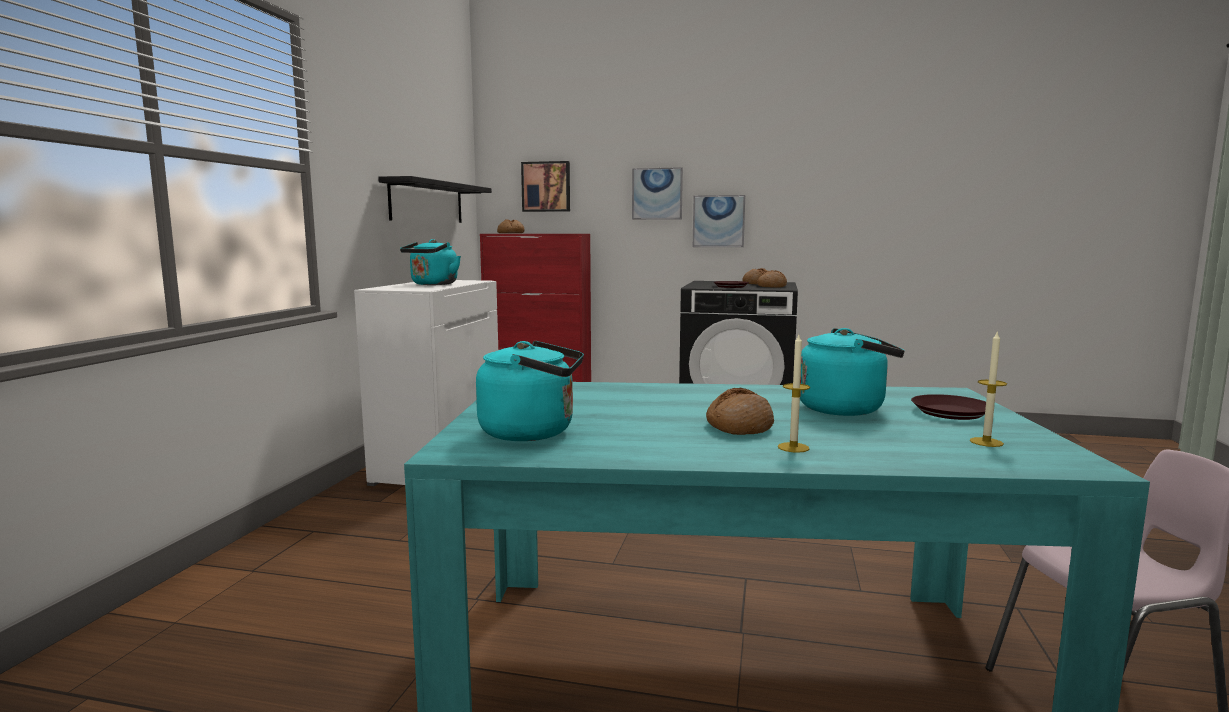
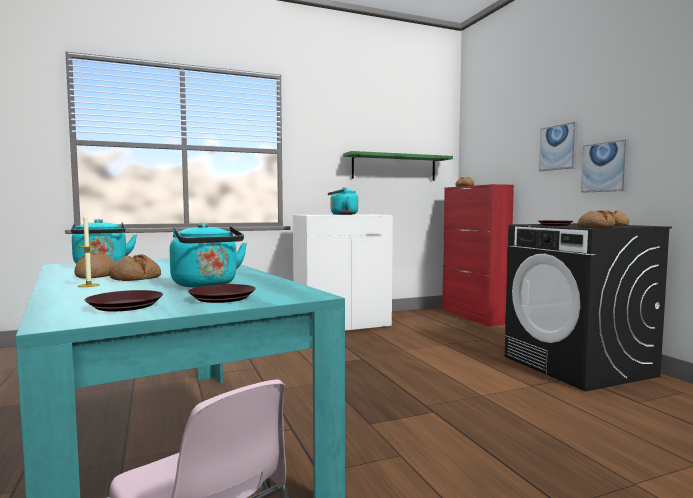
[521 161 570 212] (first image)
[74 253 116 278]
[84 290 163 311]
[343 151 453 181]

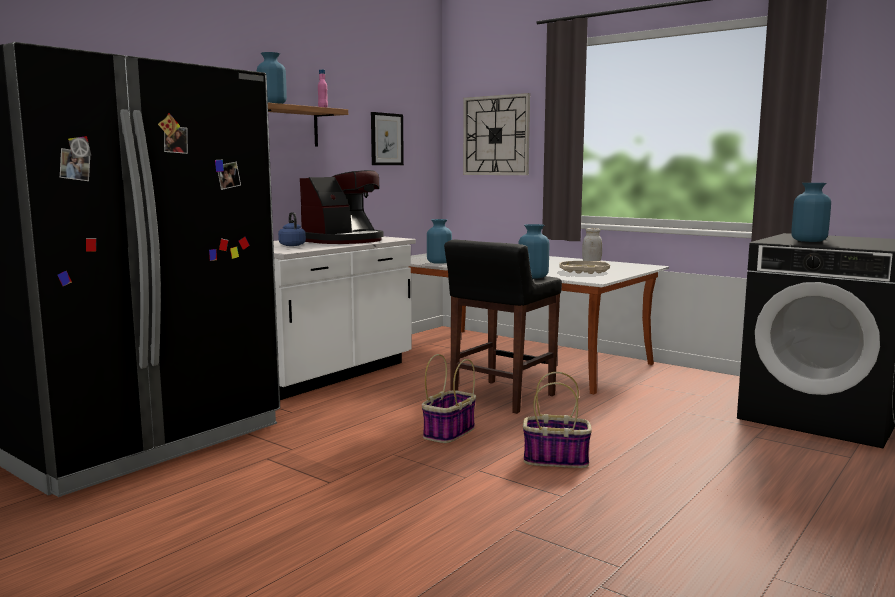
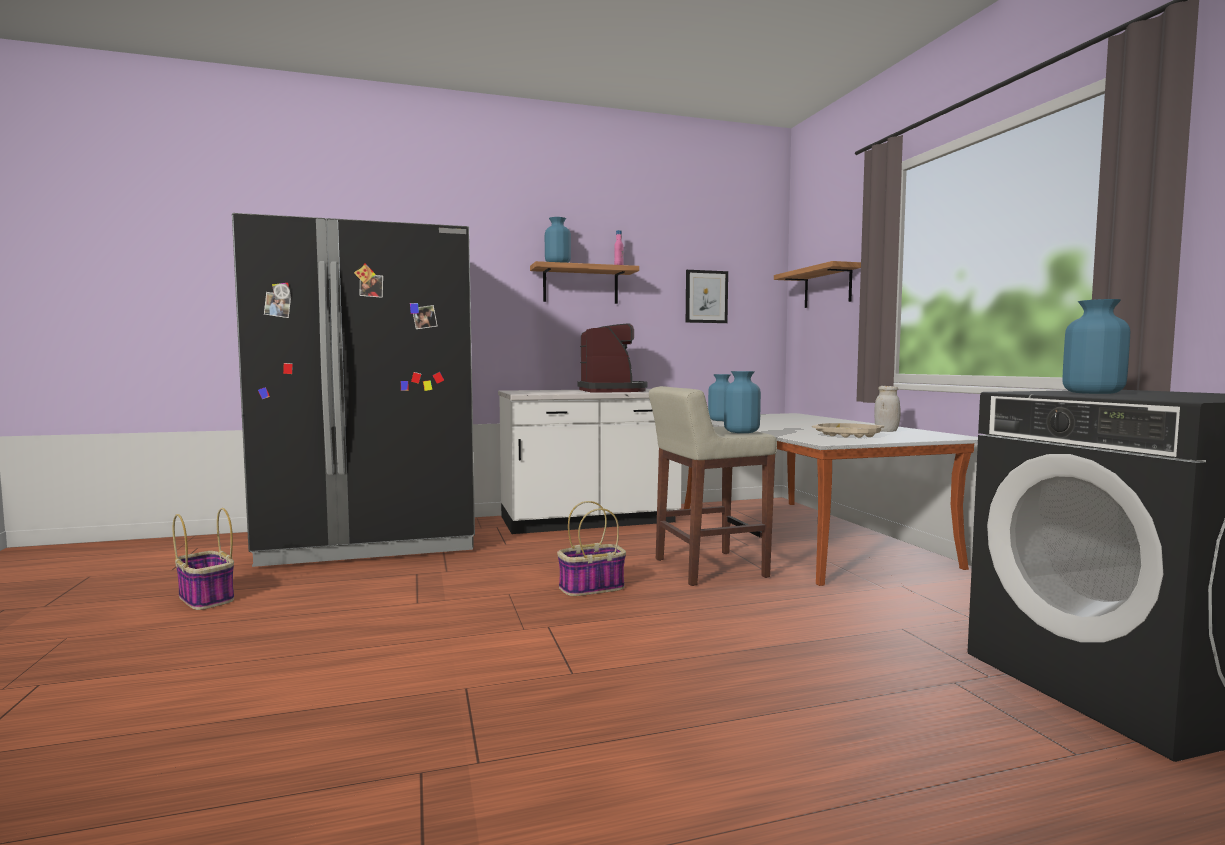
[278 212 306 246] (first image)
[173 508 234 610]
[774 261 861 308]
[649 386 777 586]
[577 323 647 393]

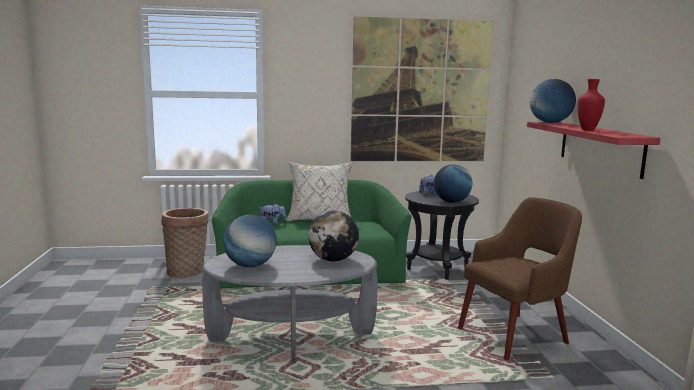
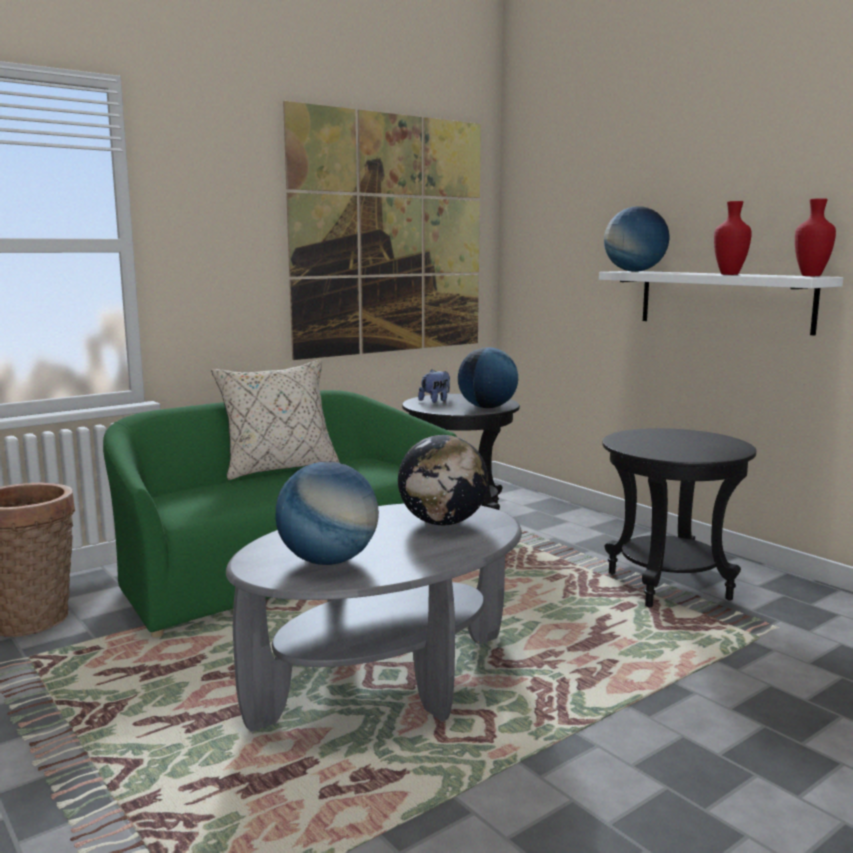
[258 203 286 225] (first image)
[795 198 836 276]
[602 428 756 607]
[599 271 843 336]

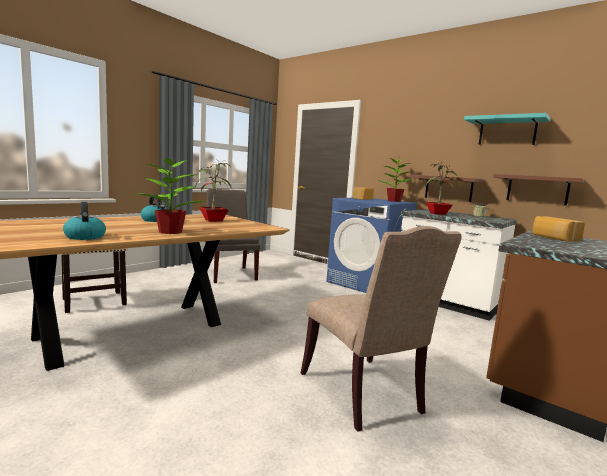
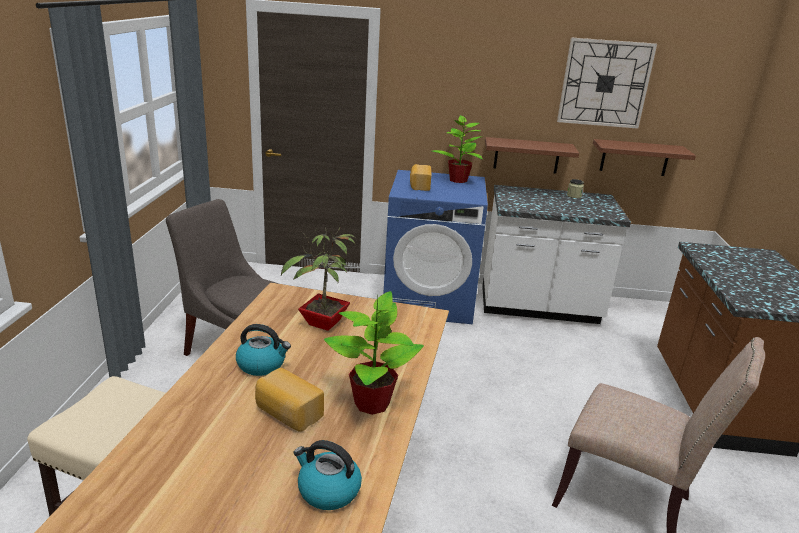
[426 161 461 215] (first image)
[255 368 324 432]
[557 38 657 129]

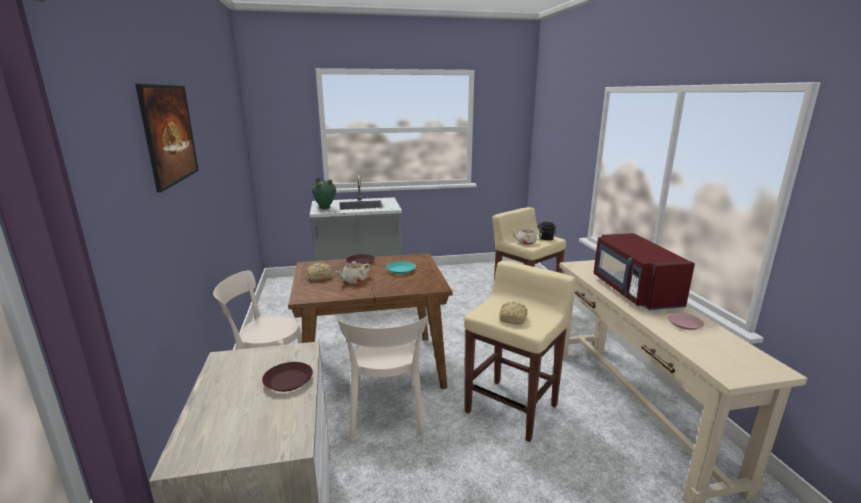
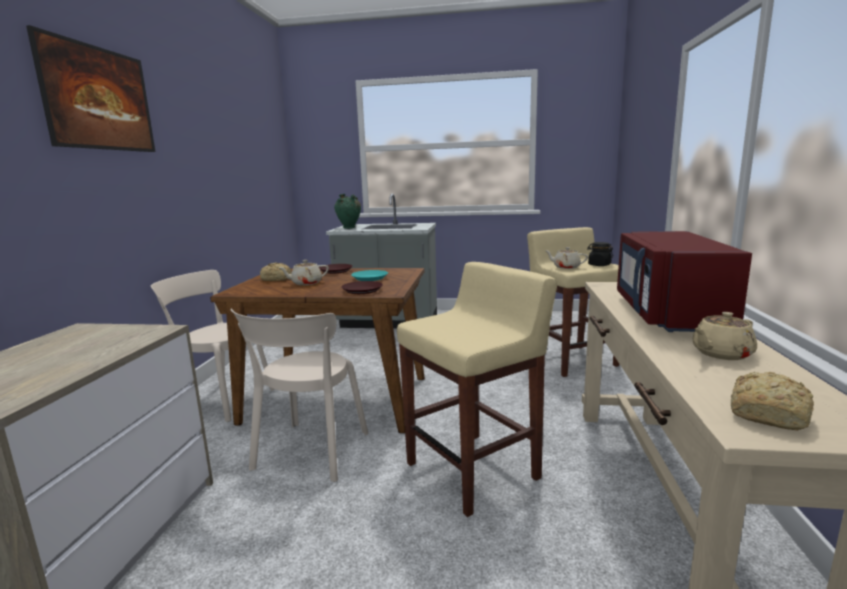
[341 281 383 294]
[731 372 814 431]
[693 312 757 360]

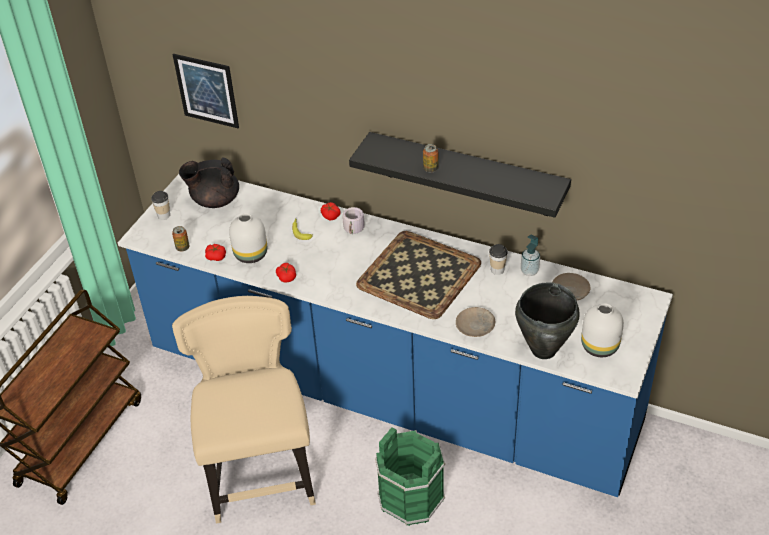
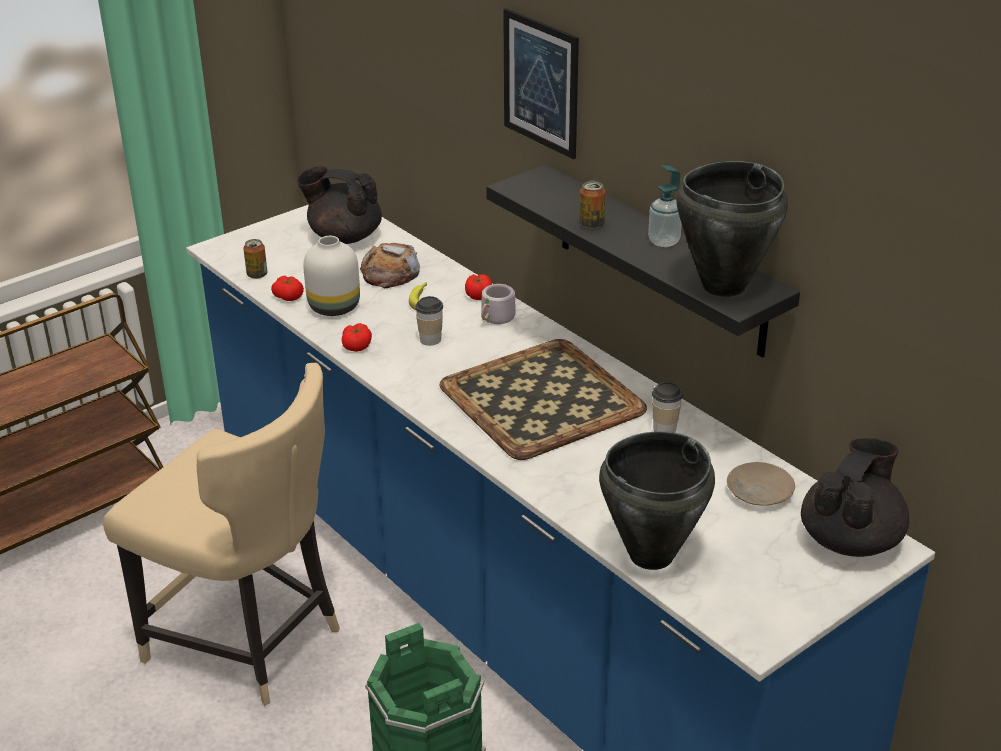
[456 307 495 337] (first image)
[581 303 624 357] (first image)
[360 243 420 288]
[676 161 788 297]
[801 438 909 557]
[415 296 443 346]
[503 8 579 159]
[648 165 682 247]
[103 363 340 706]

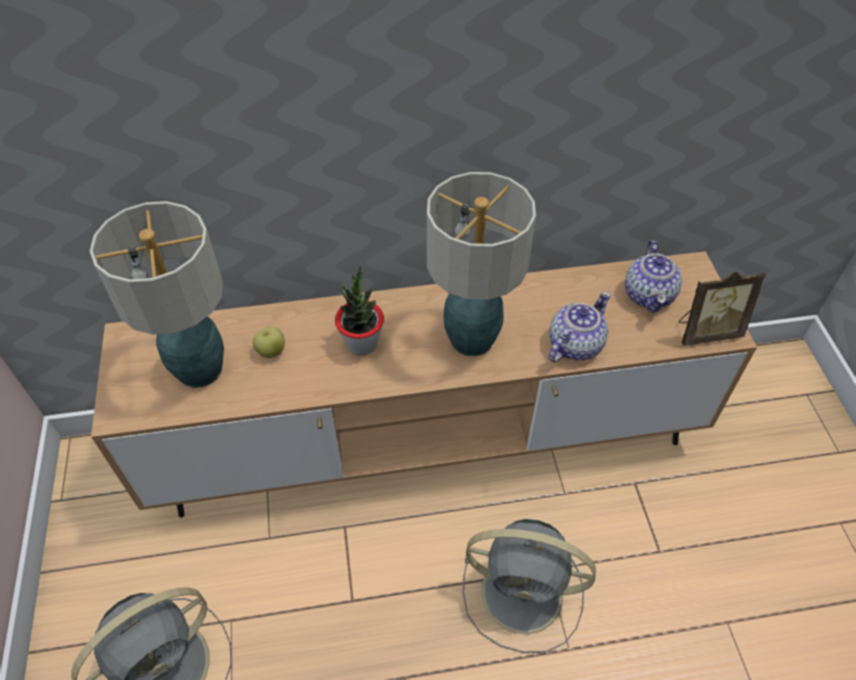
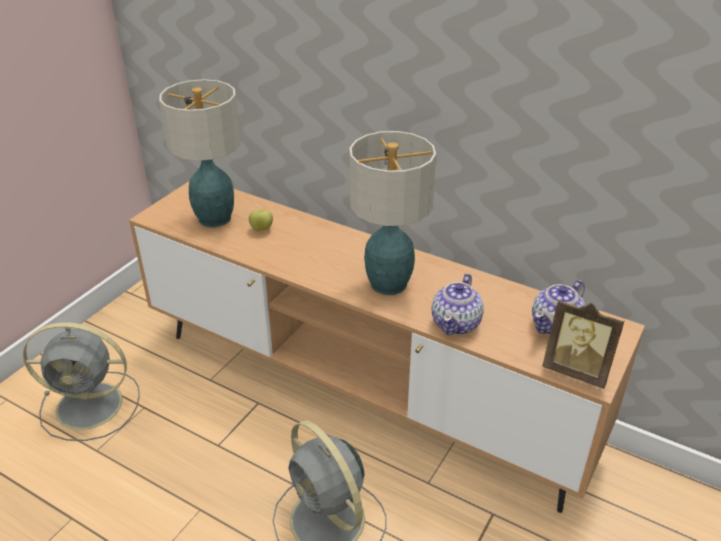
[335 265 384 356] (first image)
[431 273 484 335]

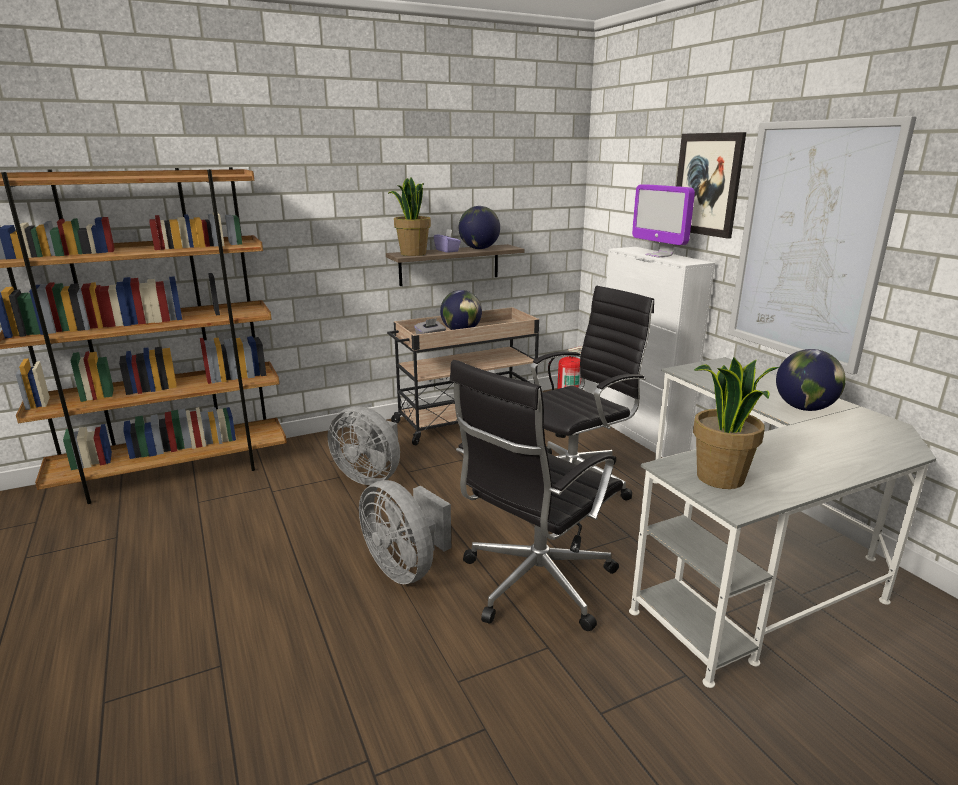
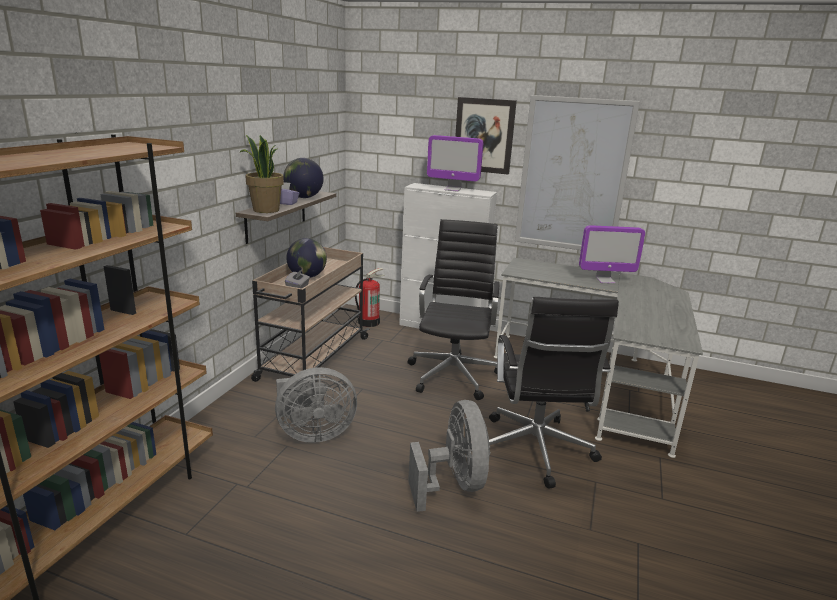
[693 357 779 489] (first image)
[579 225 645 284]
[408 400 490 512]

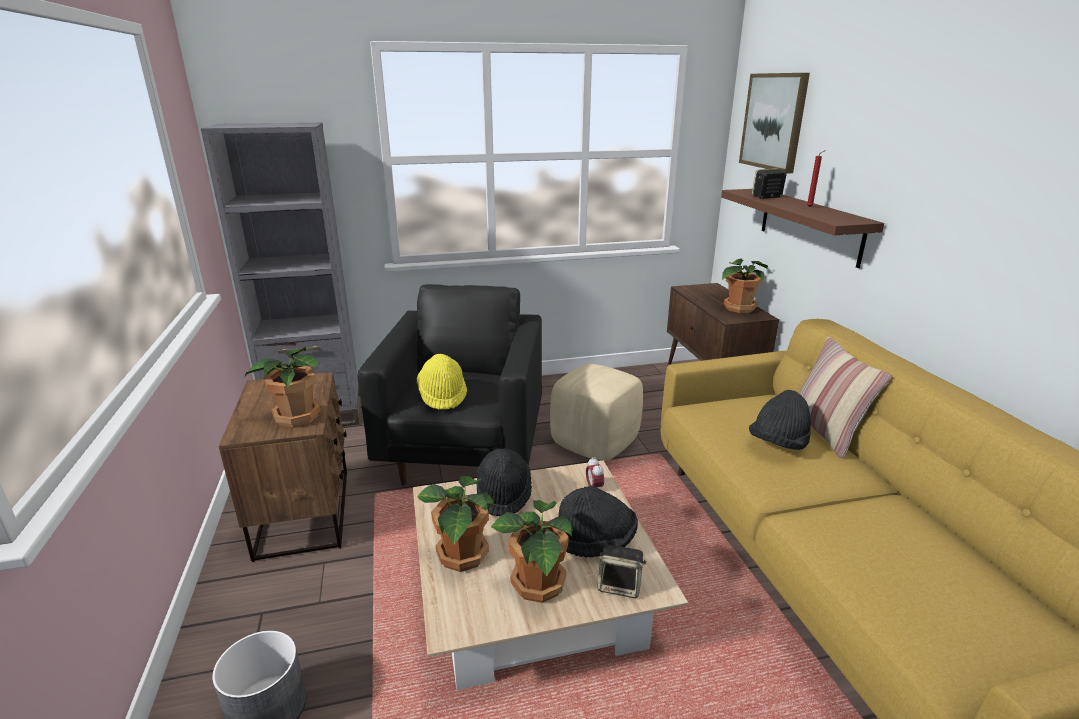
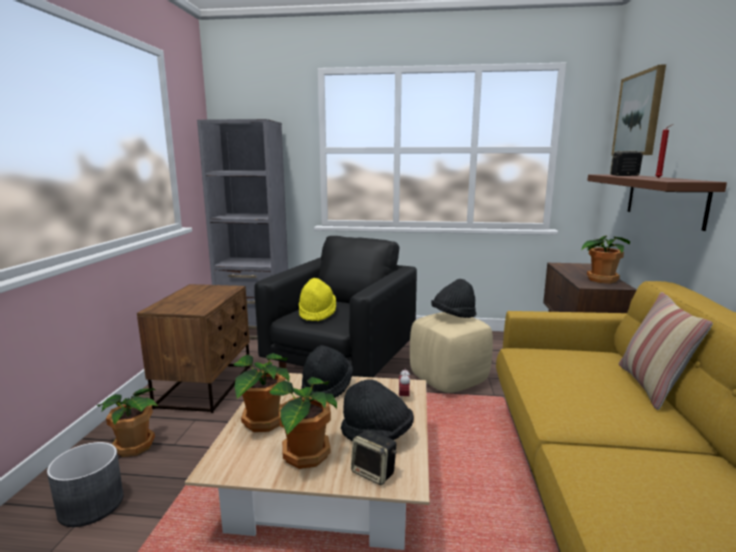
[97 388 158 457]
[431 279 476 318]

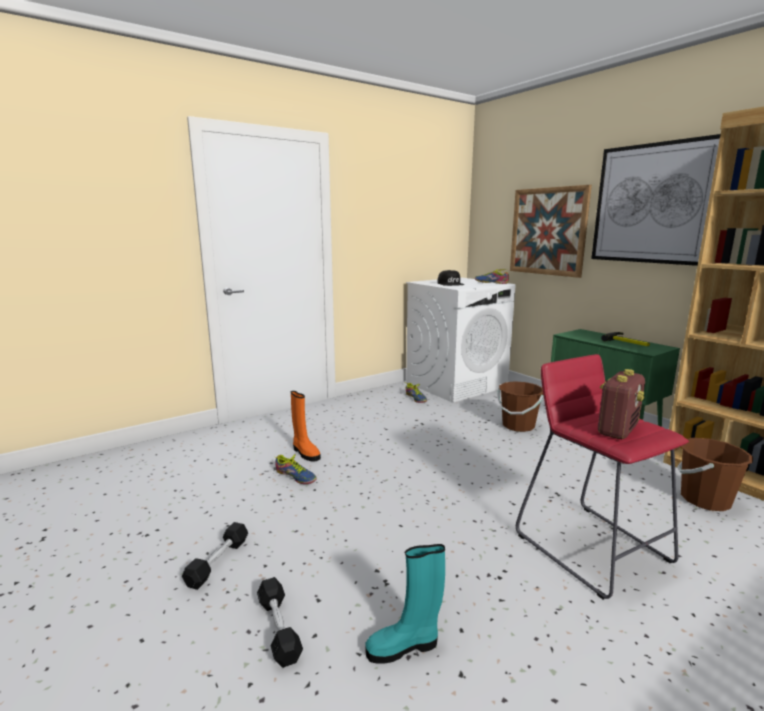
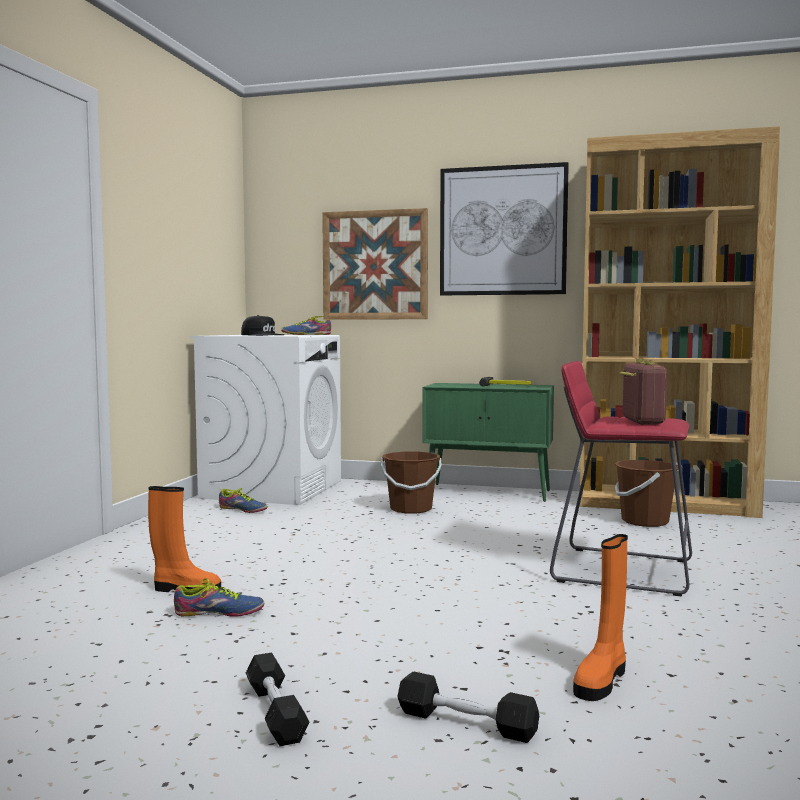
[573 534 628 701]

